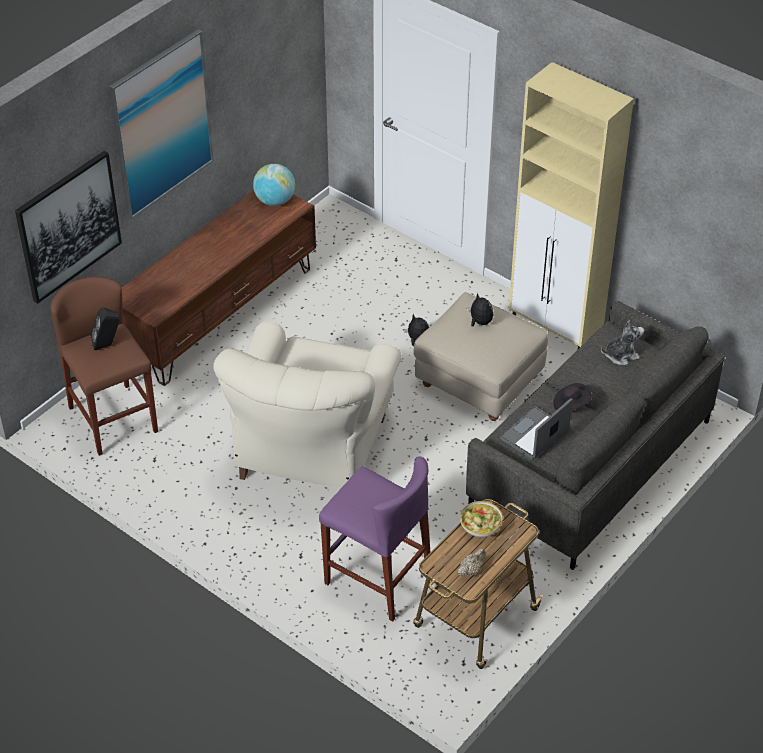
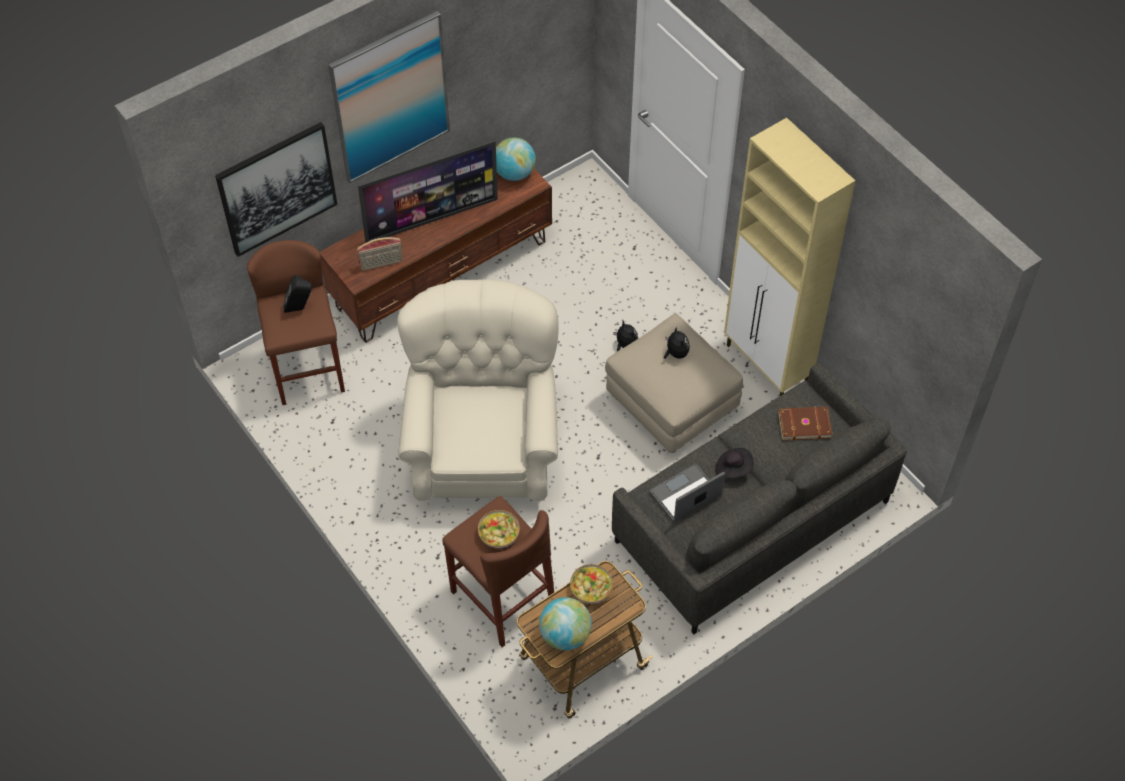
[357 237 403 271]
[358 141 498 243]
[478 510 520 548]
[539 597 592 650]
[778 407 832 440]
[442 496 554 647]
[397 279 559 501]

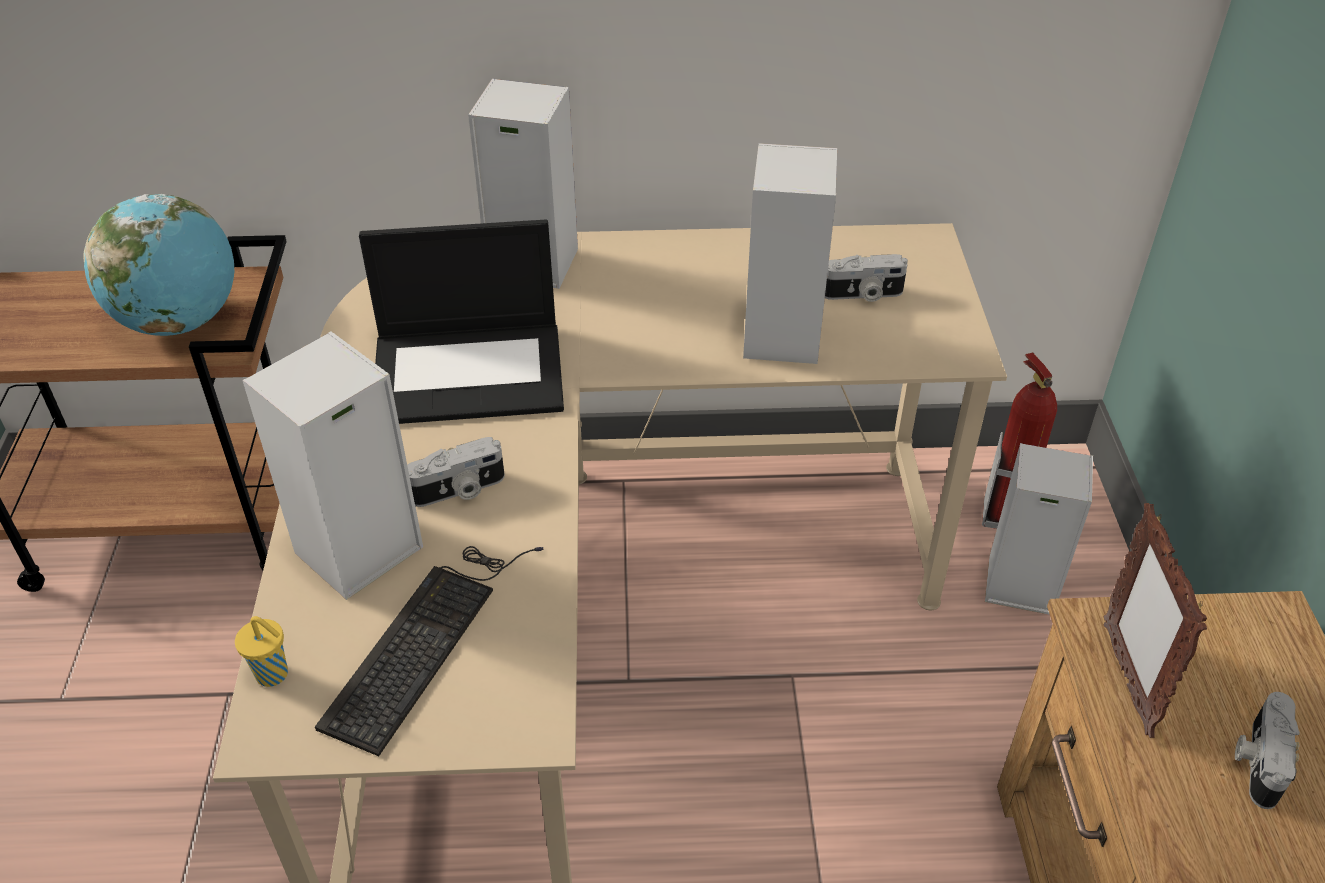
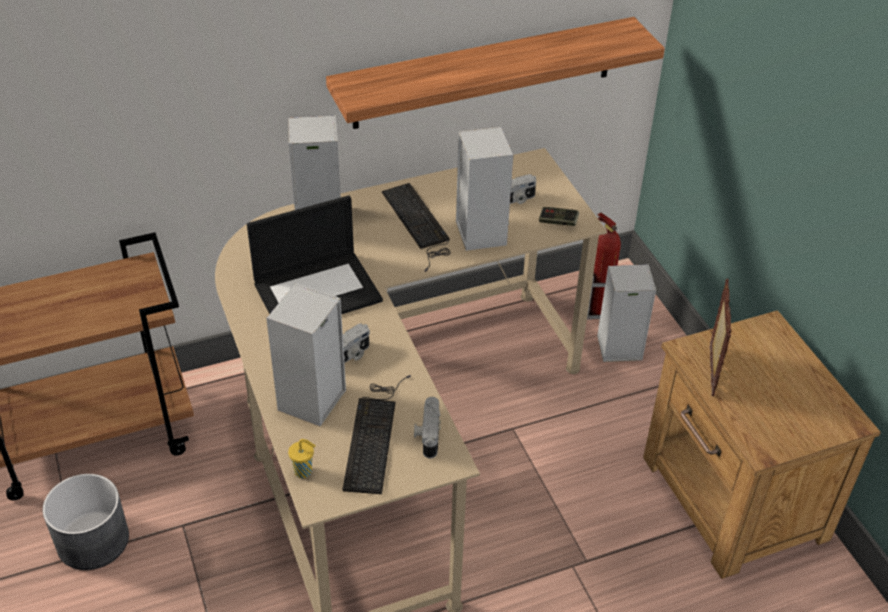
[83 194 234 336] (first image)
[43 474 129 570]
[326 17 665 129]
[382 183 450 272]
[539 207 579 226]
[414 397 441 459]
[710 279 731 396]

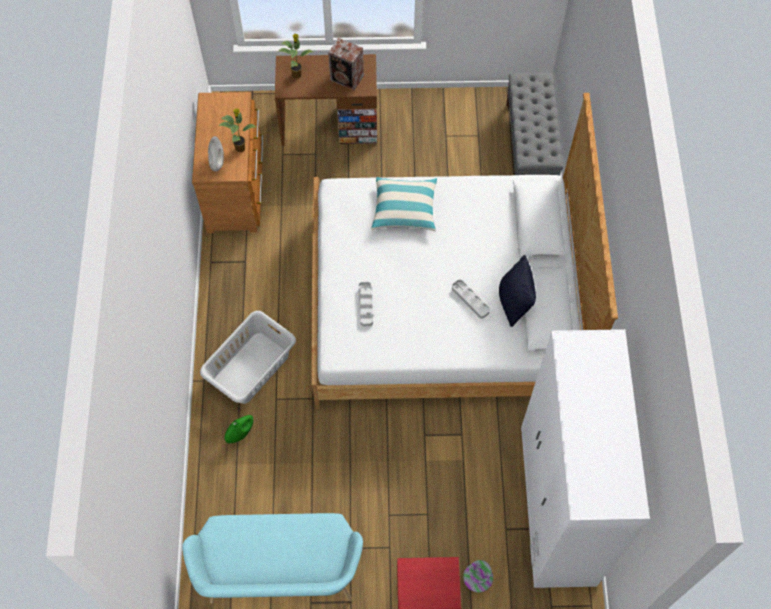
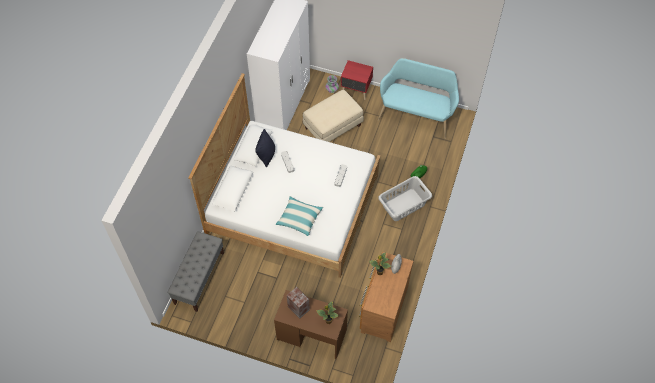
[303 89 364 142]

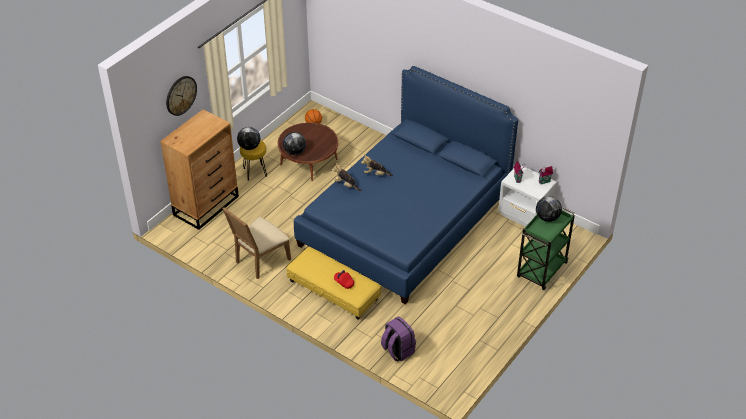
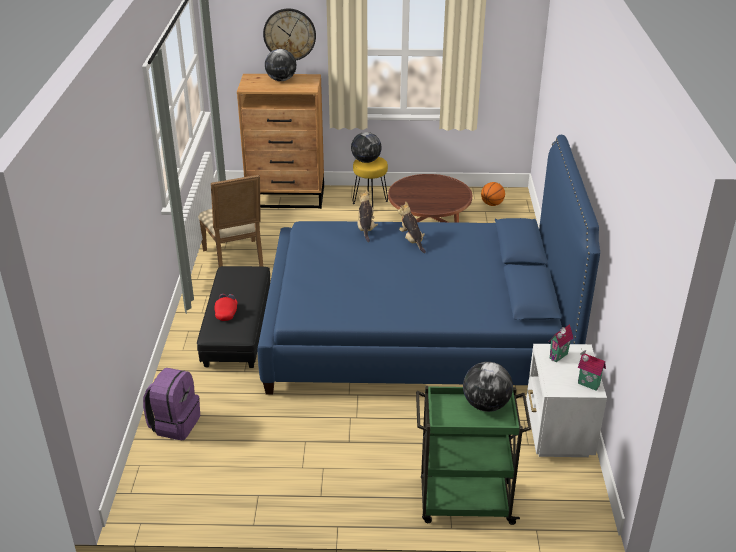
[265 49 296 81]
[197 266 270 368]
[198 175 263 267]

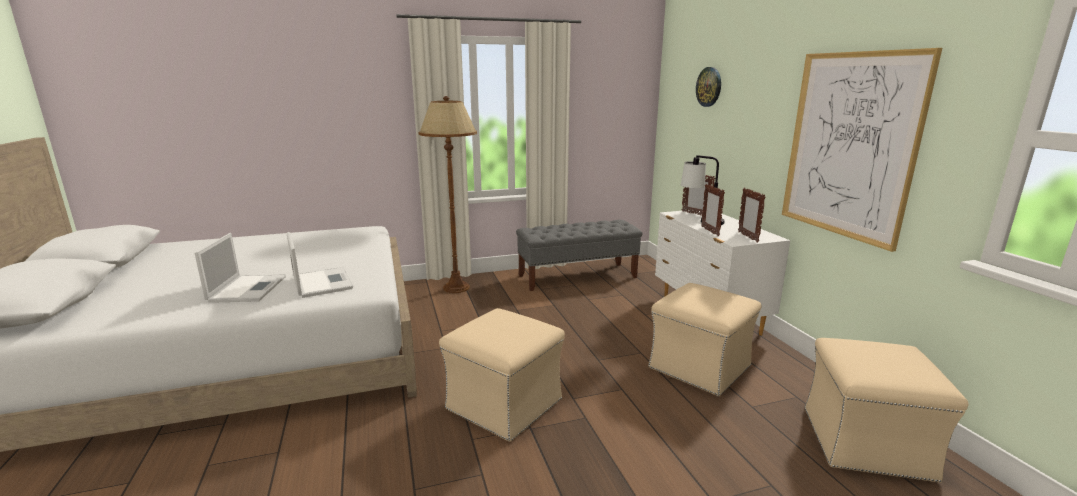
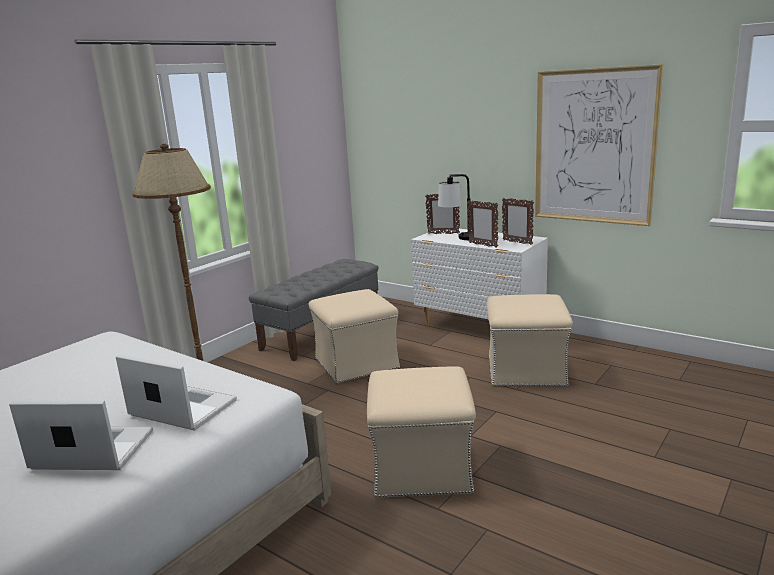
[696 67 721 107] (first image)
[309 289 400 383]
[9 400 153 470]

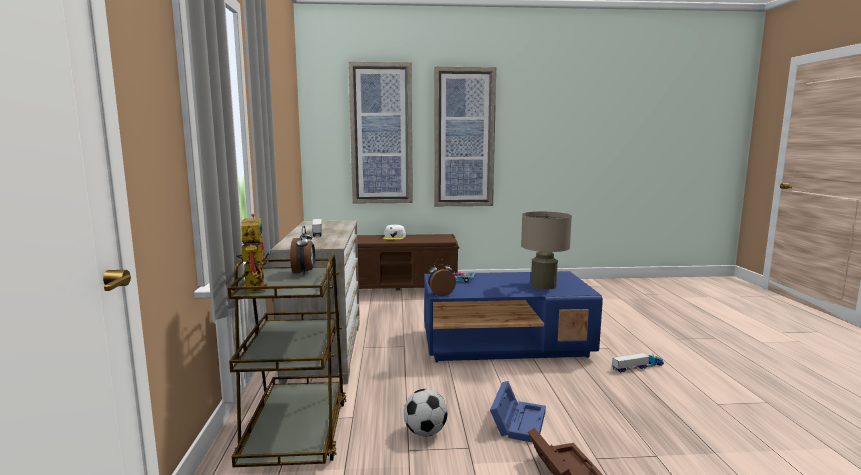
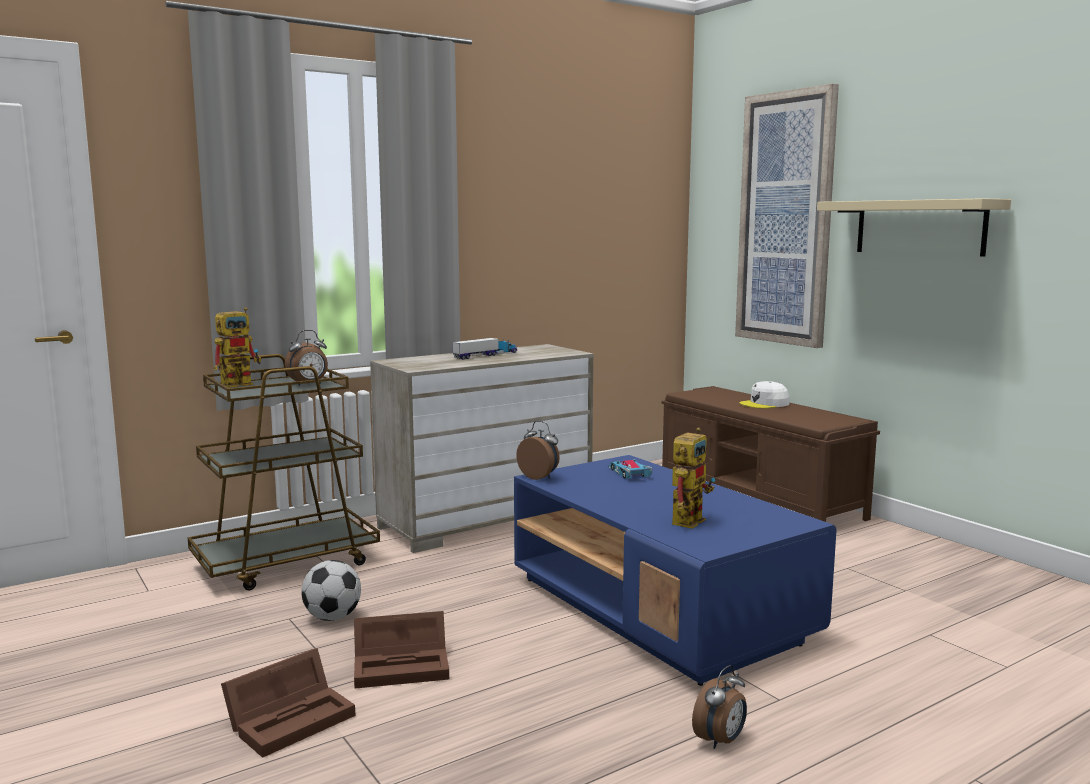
[817 198 1011 257]
[672 428 716 529]
[692 665 747 749]
[354 611 449 688]

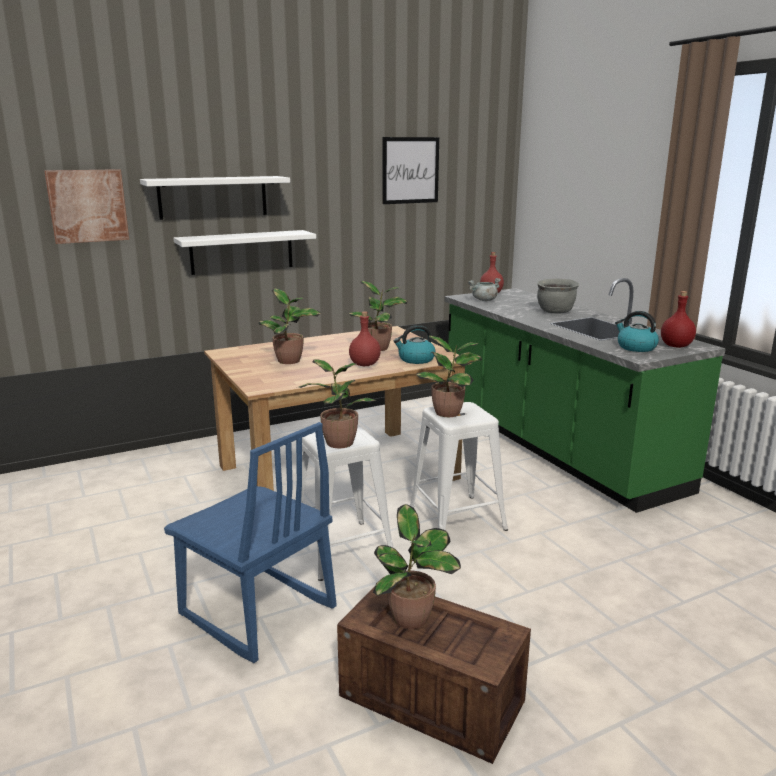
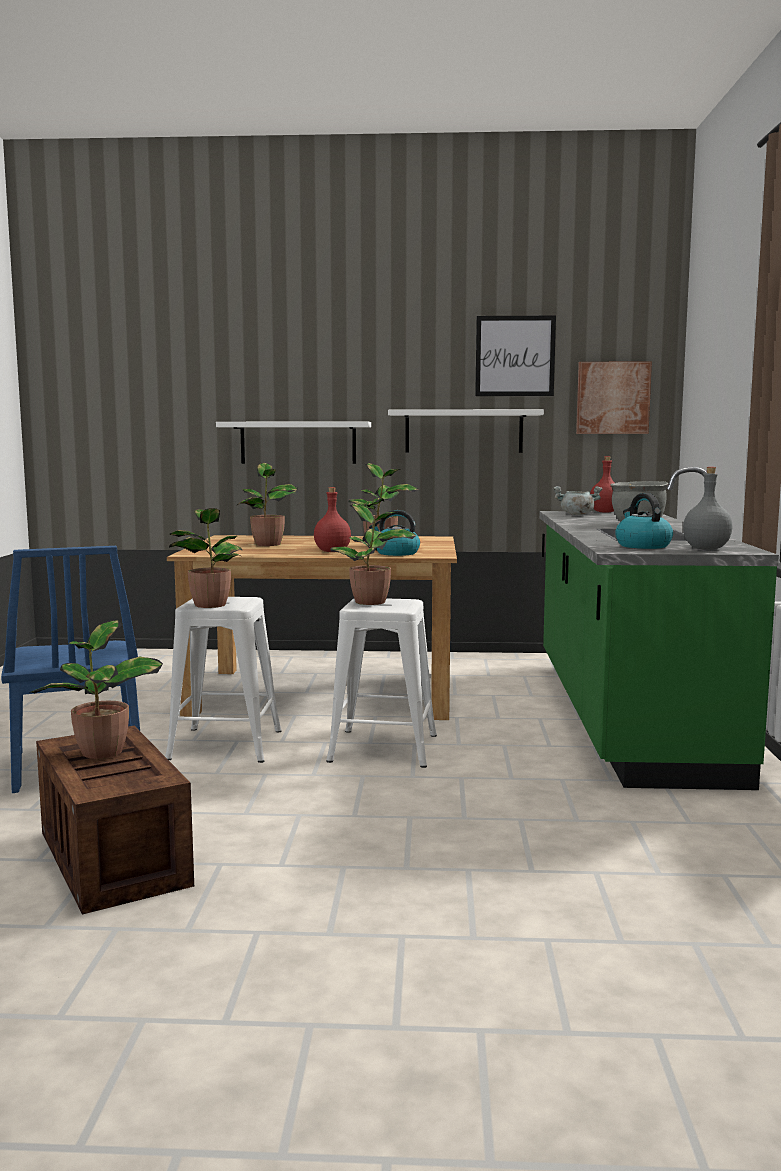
[576 361 652 434]
[388 409 544 453]
[683 467 733 549]

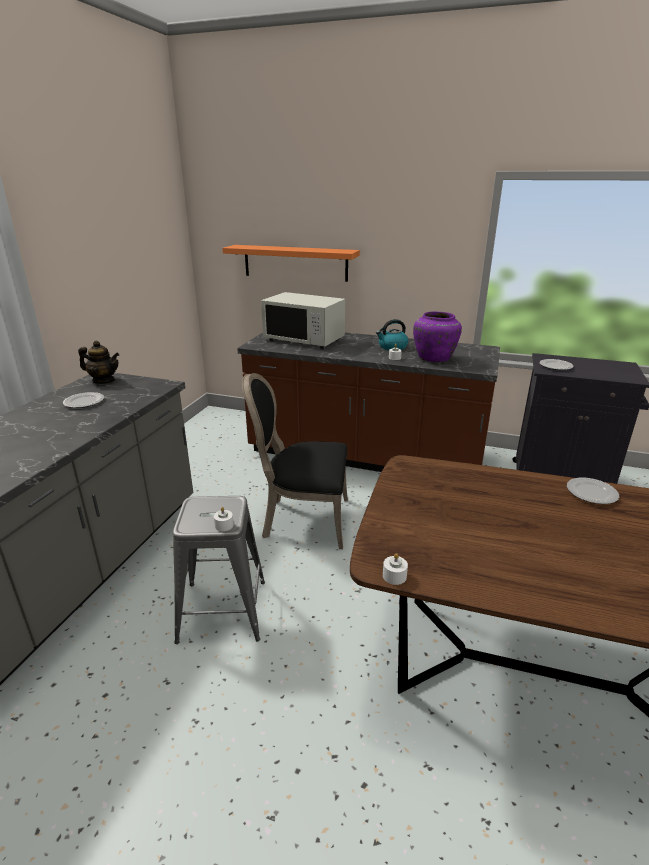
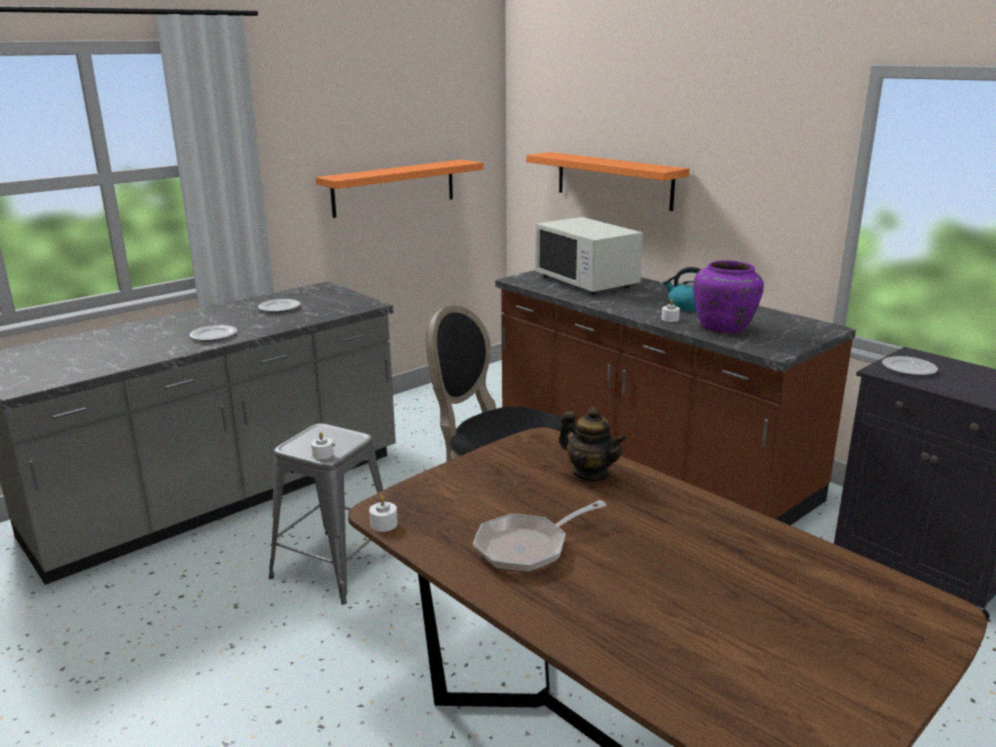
[315 160 484 218]
[473 500 607 573]
[559 407 627 481]
[190 325 237 341]

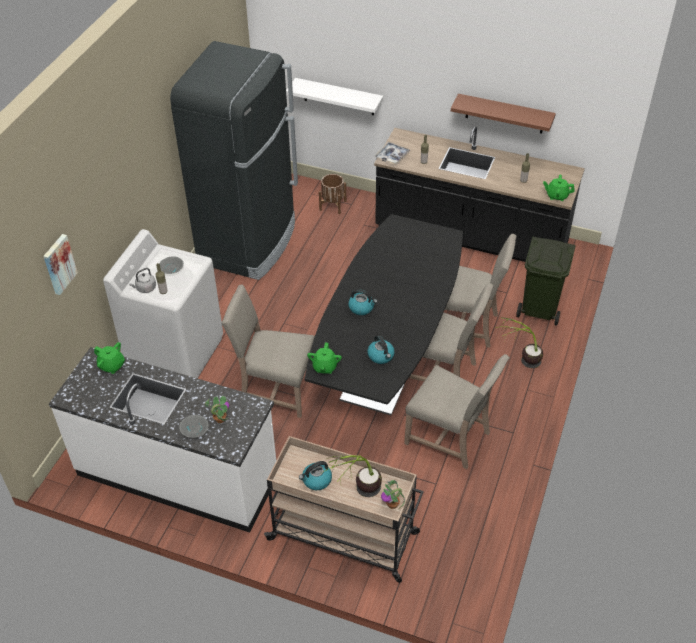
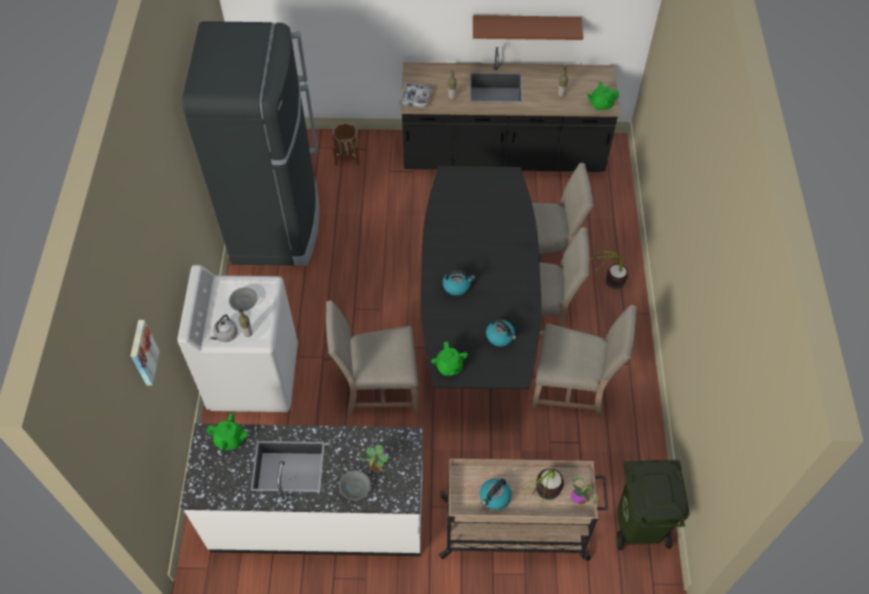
[286 78 383 115] (first image)
[616 460 689 550]

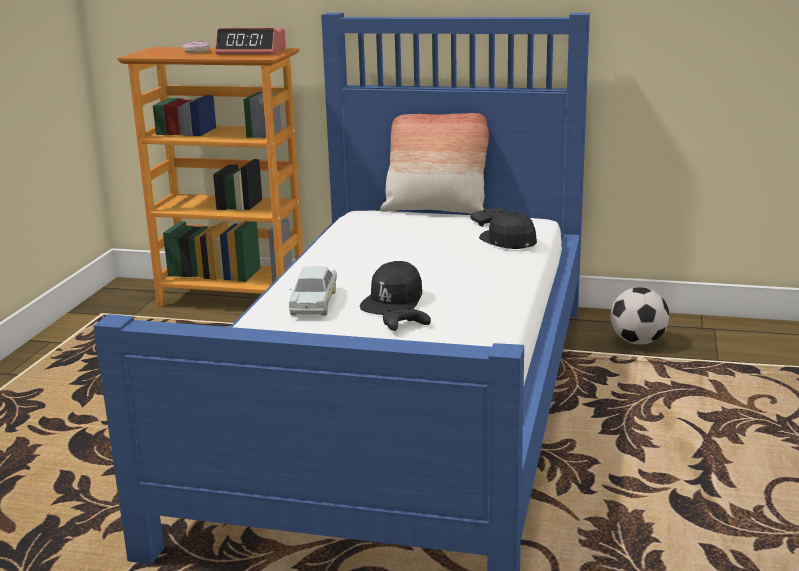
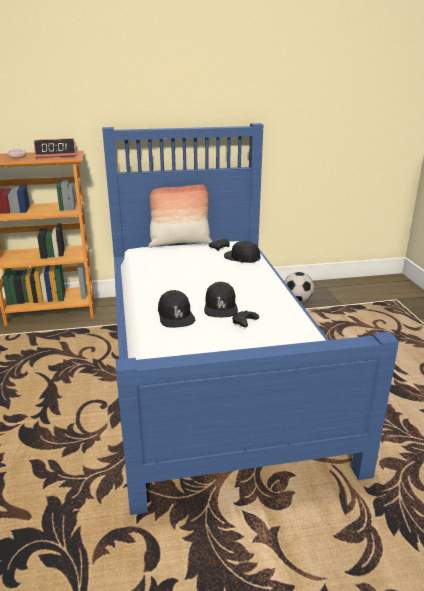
[158 290 196 328]

